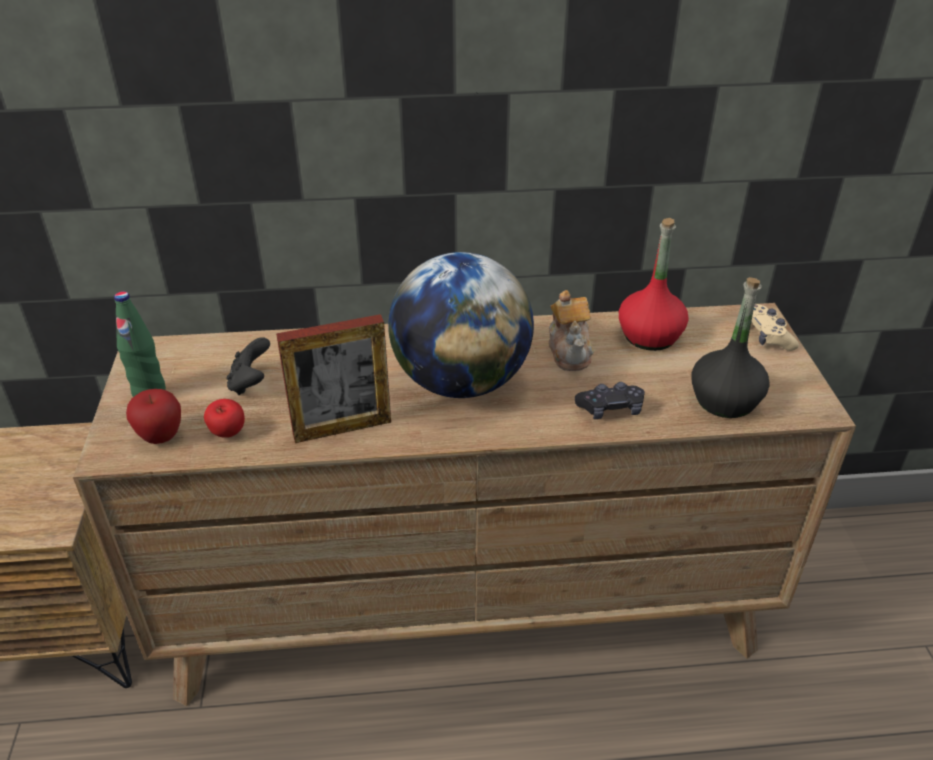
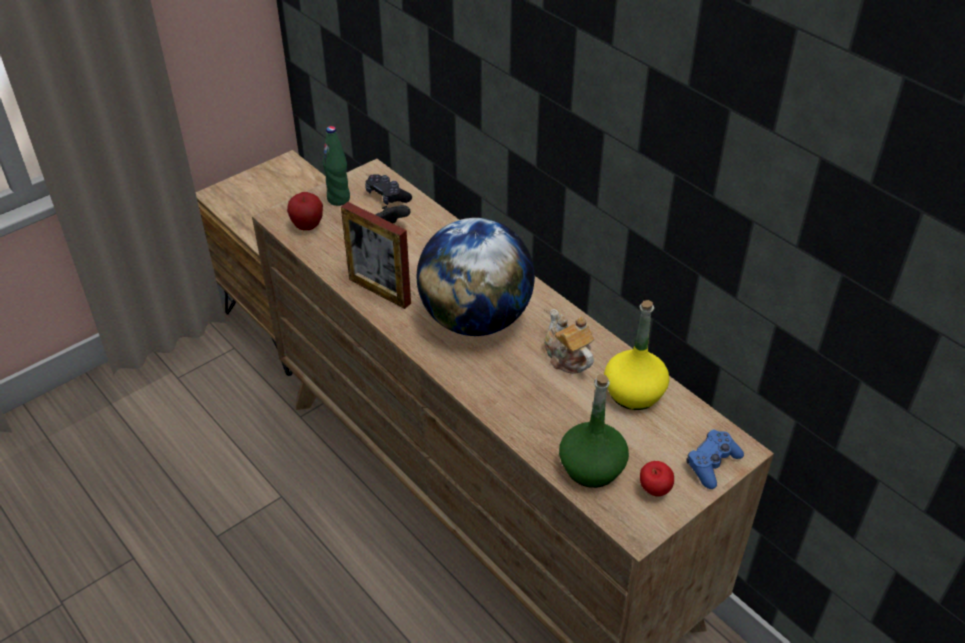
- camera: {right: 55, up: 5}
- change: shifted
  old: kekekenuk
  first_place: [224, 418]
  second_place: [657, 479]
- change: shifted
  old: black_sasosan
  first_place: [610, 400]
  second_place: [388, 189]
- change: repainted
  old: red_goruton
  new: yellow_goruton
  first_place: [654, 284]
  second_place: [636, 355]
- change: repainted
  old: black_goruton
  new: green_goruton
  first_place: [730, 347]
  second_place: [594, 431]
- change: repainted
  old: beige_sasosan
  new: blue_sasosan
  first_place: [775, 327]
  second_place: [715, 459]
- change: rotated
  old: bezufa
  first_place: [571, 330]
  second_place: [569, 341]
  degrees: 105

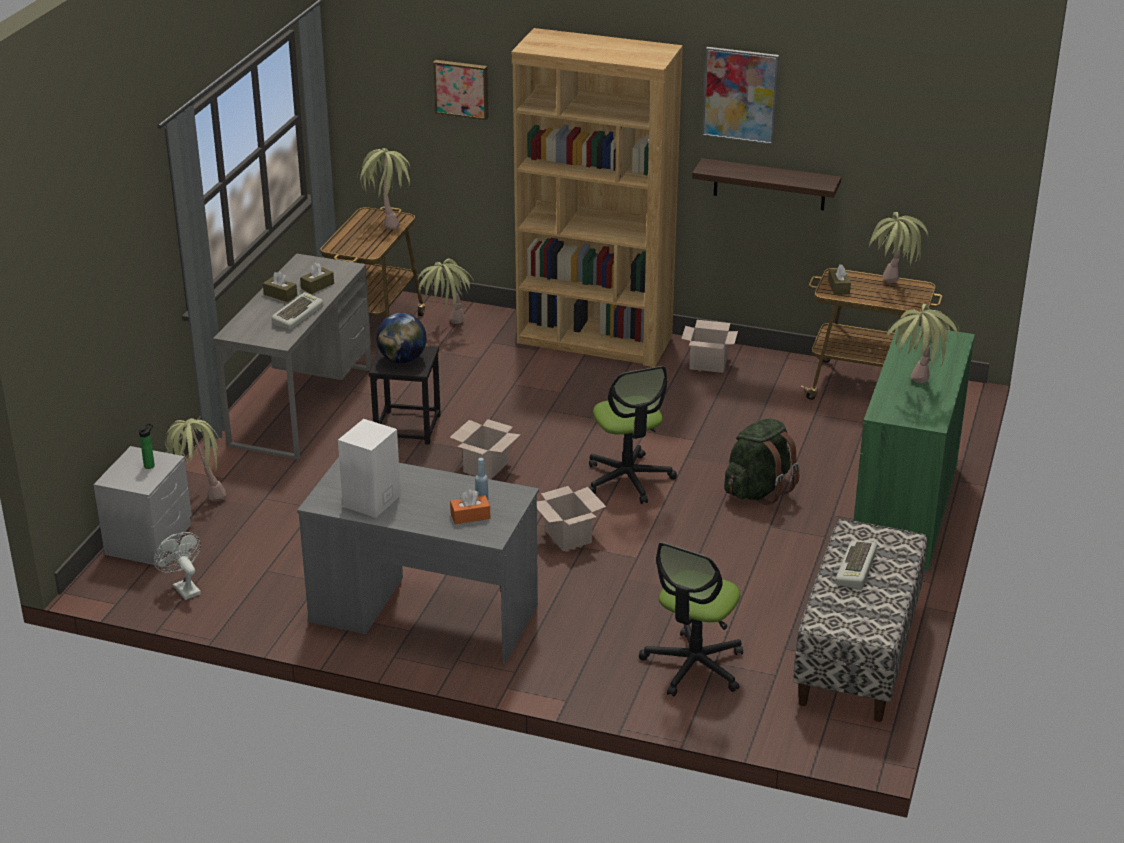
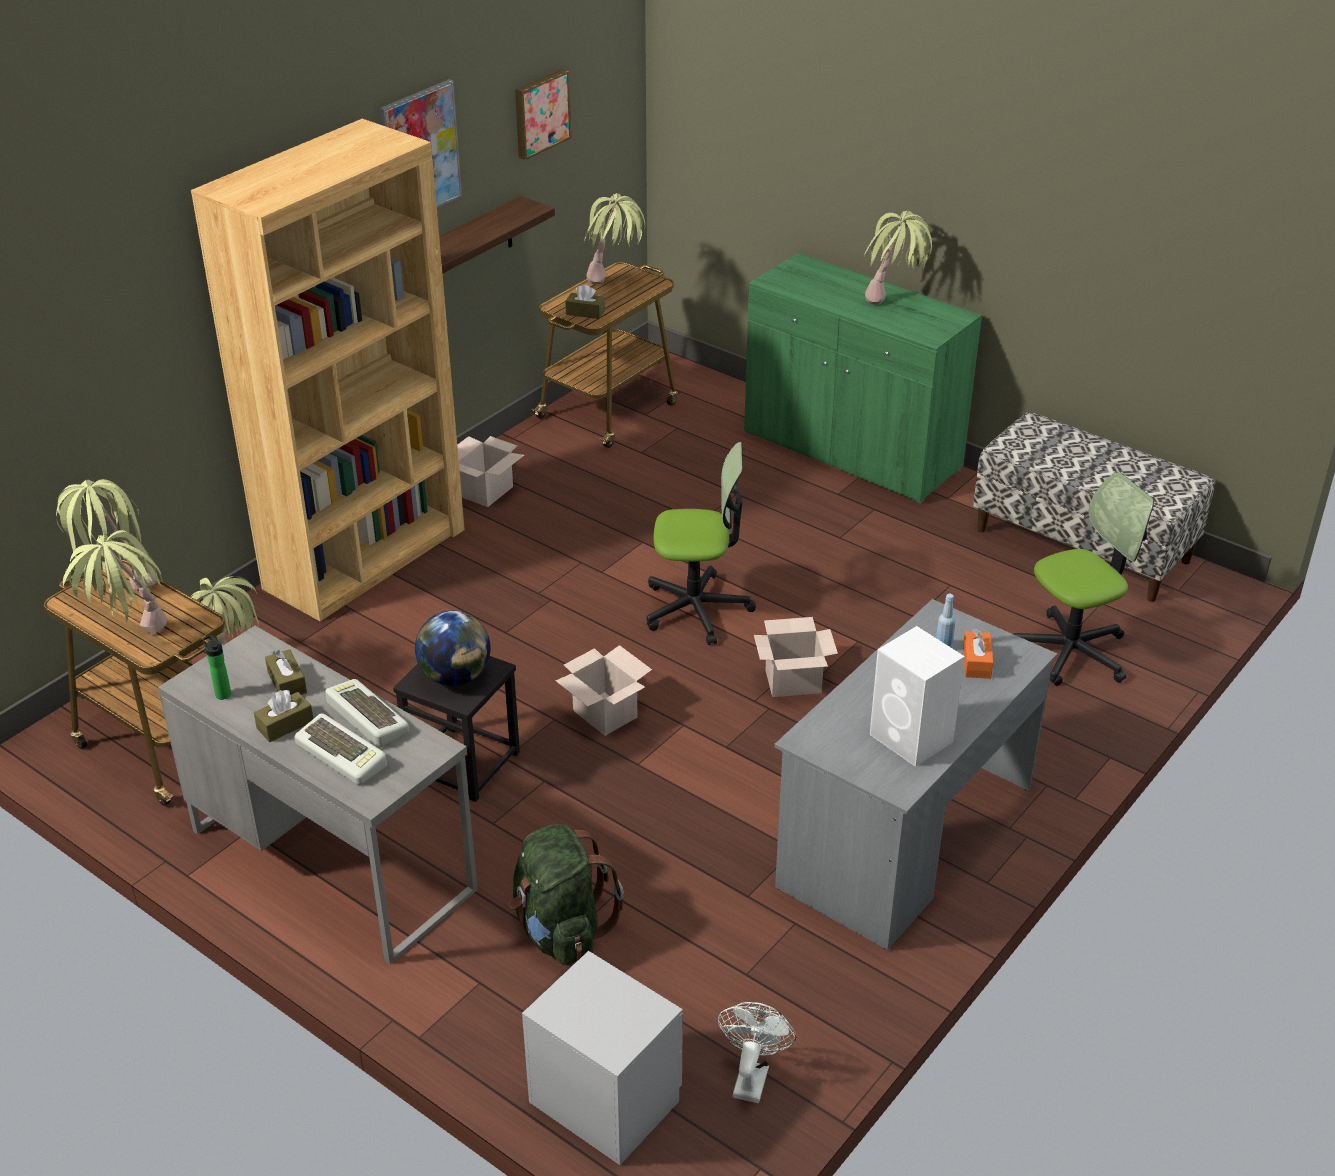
- camera: {right: -70, up: 5}
- change: shifted
  old: goruton
  first_place: [147, 446]
  second_place: [216, 667]
- change: shifted
  old: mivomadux
  first_place: [195, 459]
  second_place: [115, 582]
- change: shifted
  old: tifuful
  first_place: [460, 90]
  second_place: [543, 114]
- change: shifted
  old: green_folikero
  first_place: [762, 462]
  second_place: [566, 894]
- change: shifted
  old: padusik
  first_place: [856, 565]
  second_place: [341, 749]
- change: rotated
  old: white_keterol
  first_place: [177, 566]
  second_place: [757, 1052]
  degrees: 120
- change: rotated
  old: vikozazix
  first_place: [691, 619]
  second_place: [1084, 579]
  degrees: -75

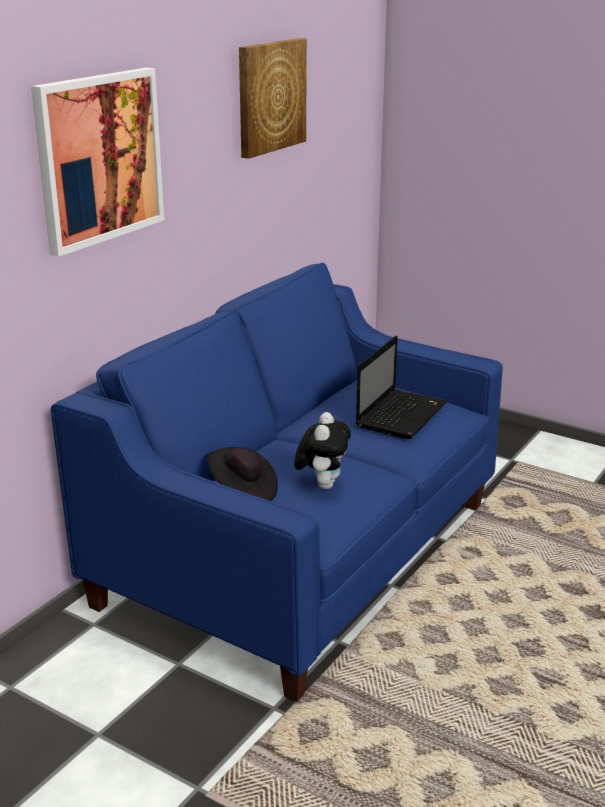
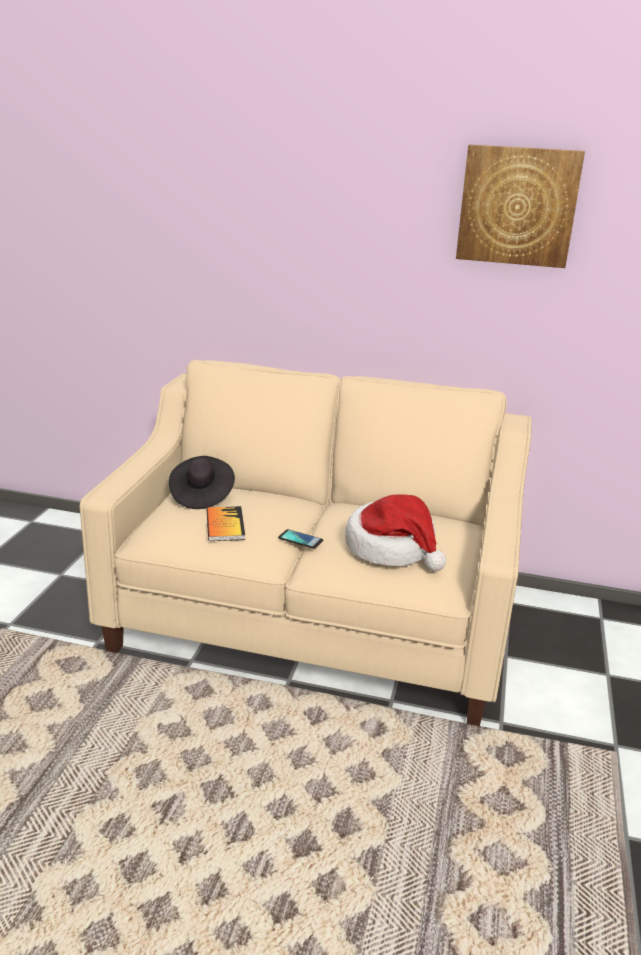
- camera: {right: 70, up: 0}
- change: gone
  old: tifuful
  first_place: [97, 162]
- change: new
  new: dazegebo
  second_place: [300, 539]
- change: swapped
  old: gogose
  new: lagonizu
  first_place: [322, 450]
  second_place: [226, 523]
- change: swapped
  old: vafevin
  new: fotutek
  first_place: [401, 387]
  second_place: [395, 532]
- change: repainted
  old: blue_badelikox
  new: beige_badelikox
  first_place: [277, 482]
  second_place: [306, 543]

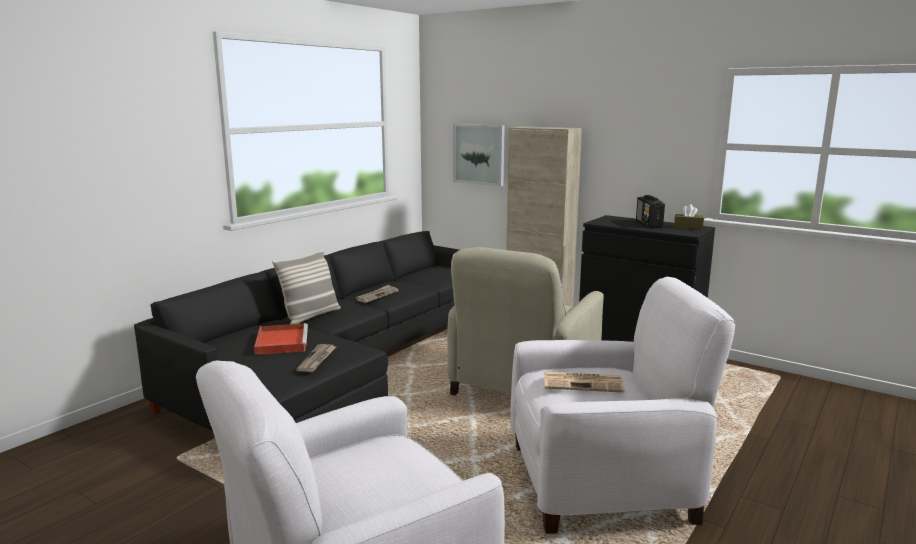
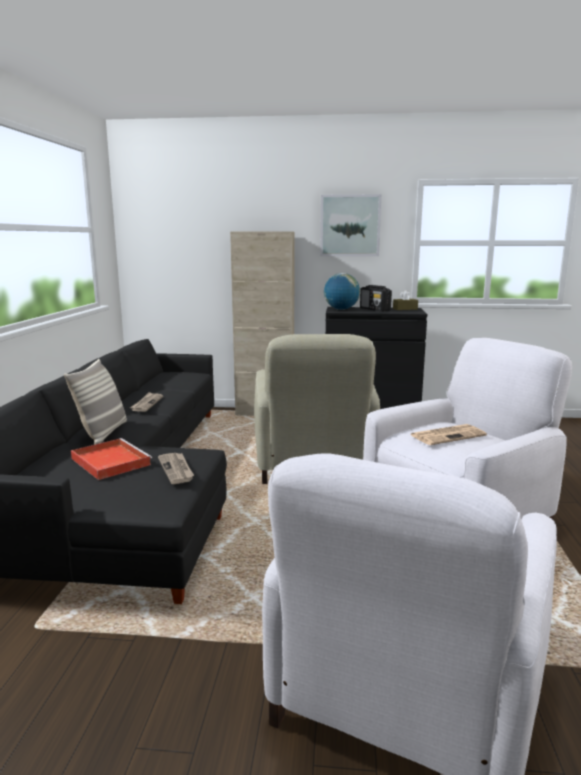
- camera: {right: -30, up: 0}
- change: new
  new: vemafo
  second_place: [342, 291]
- change: shifted
  old: tifuful
  first_place: [479, 155]
  second_place: [350, 225]

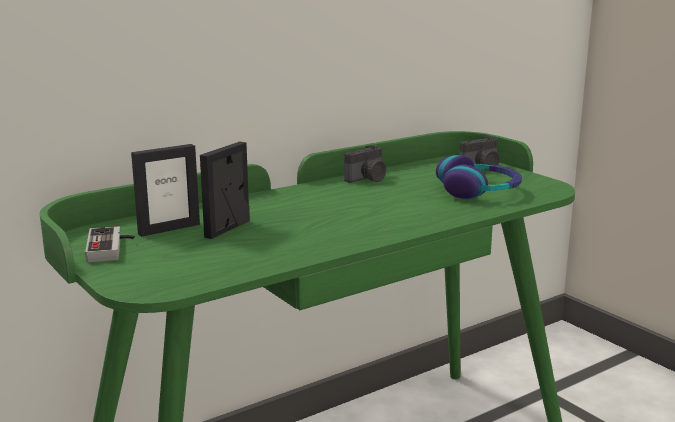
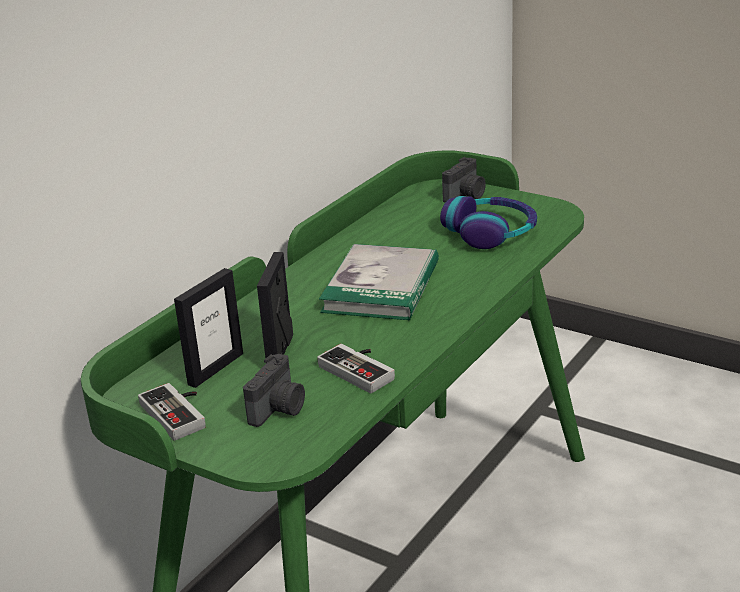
- camera: {right: -20, up: 10}
- change: new
  new: sasosan
  second_place: [356, 368]
- change: new
  new: lagonizu
  second_place: [379, 282]
- change: shifted
  old: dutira
  first_place: [365, 164]
  second_place: [274, 390]

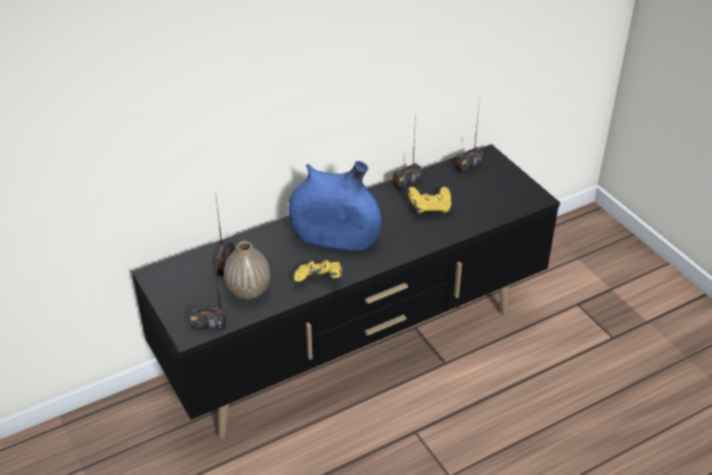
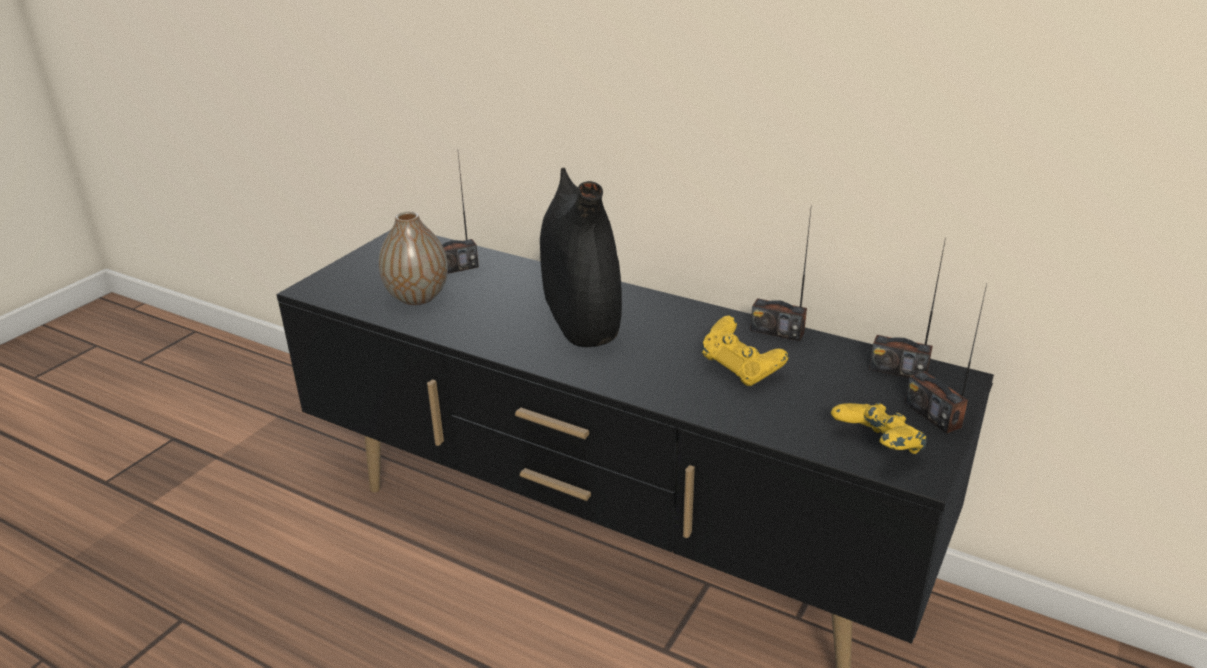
- camera: {right: 60, up: -10}
- change: shifted
  old: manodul
  first_place: [207, 292]
  second_place: [946, 358]
- change: shifted
  old: yellow_sasosan
  first_place: [317, 271]
  second_place: [879, 428]
- change: repainted
  old: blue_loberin
  new: black_loberin
  first_place: [335, 206]
  second_place: [581, 257]

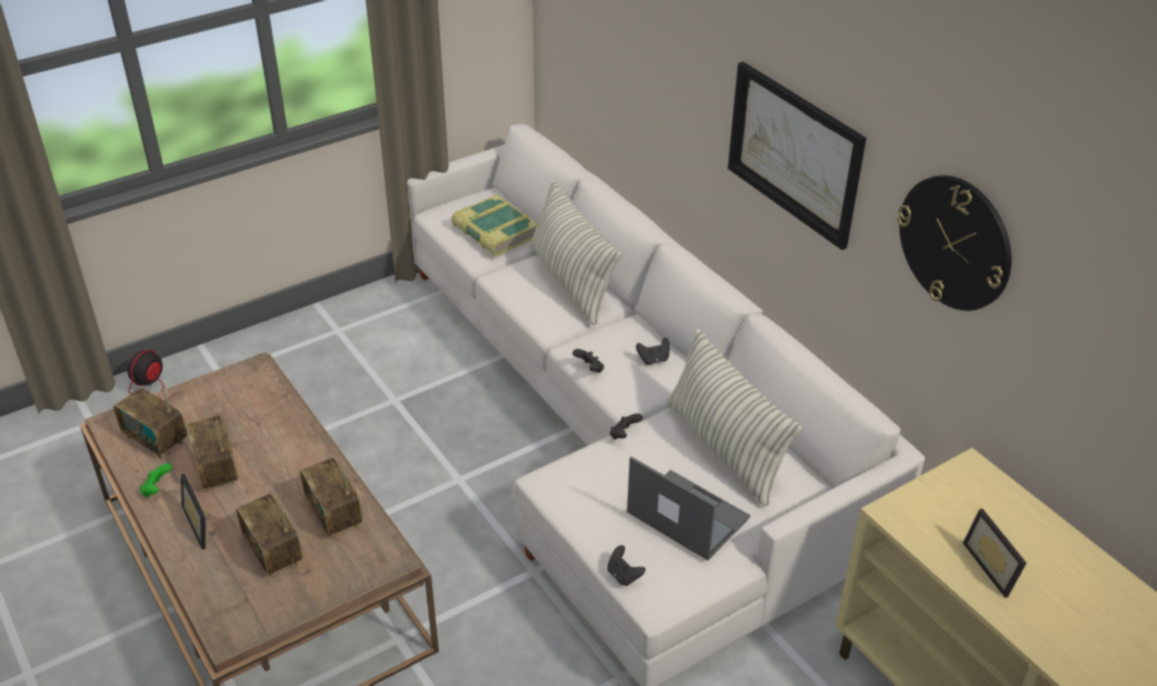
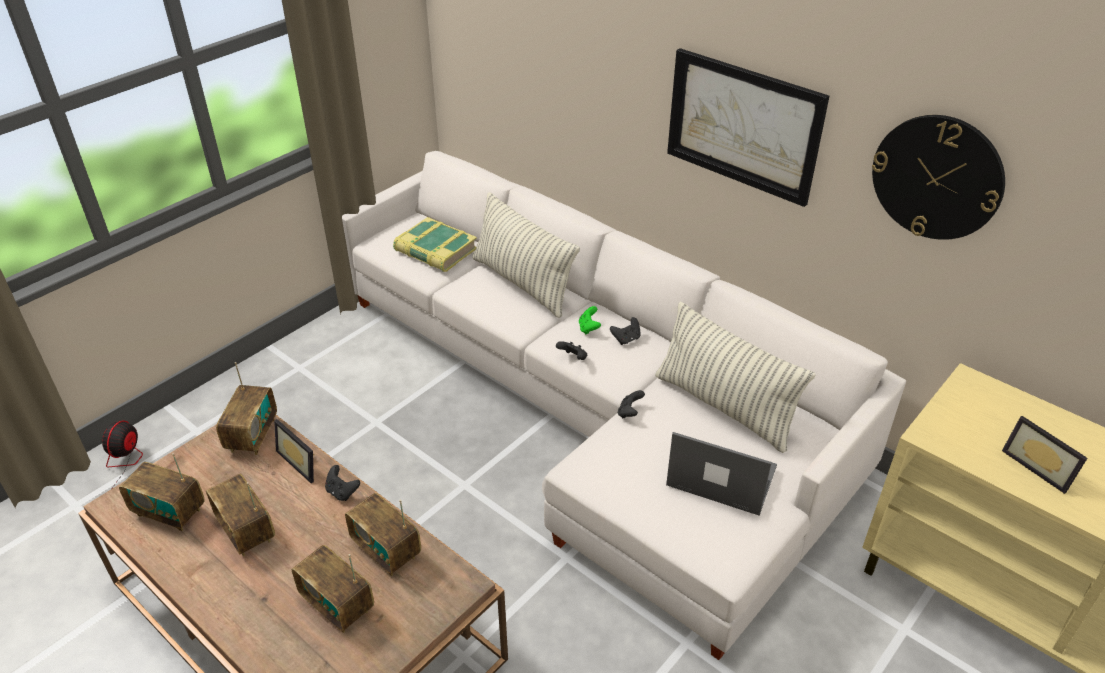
- camera: {right: -15, up: 0}
- change: new
  new: manodul
  second_place: [246, 408]
- change: shifted
  old: green_sasosan
  first_place: [156, 480]
  second_place: [590, 320]
- change: shifted
  old: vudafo
  first_place: [199, 512]
  second_place: [294, 451]
- change: shifted
  old: black_sasosan
  first_place: [626, 565]
  second_place: [342, 483]

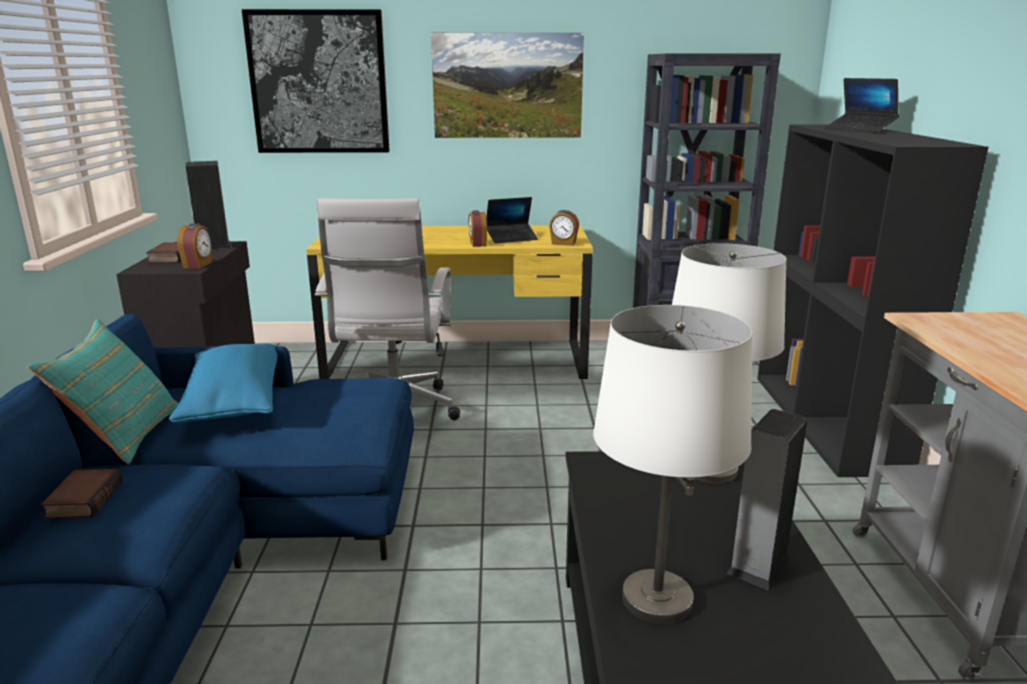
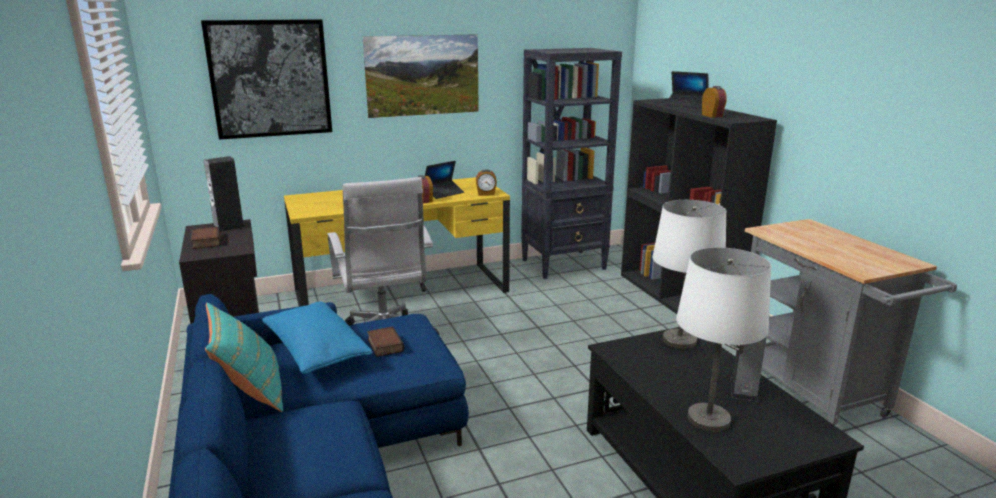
- camera: {right: -20, up: 0}
- change: shifted
  old: lagonizu
  first_place: [82, 494]
  second_place: [385, 341]
- change: shifted
  old: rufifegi
  first_place: [194, 246]
  second_place: [714, 102]

